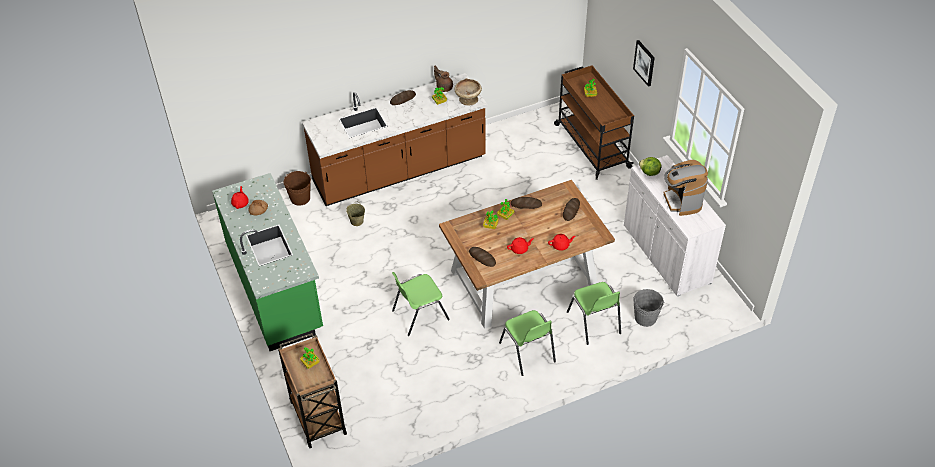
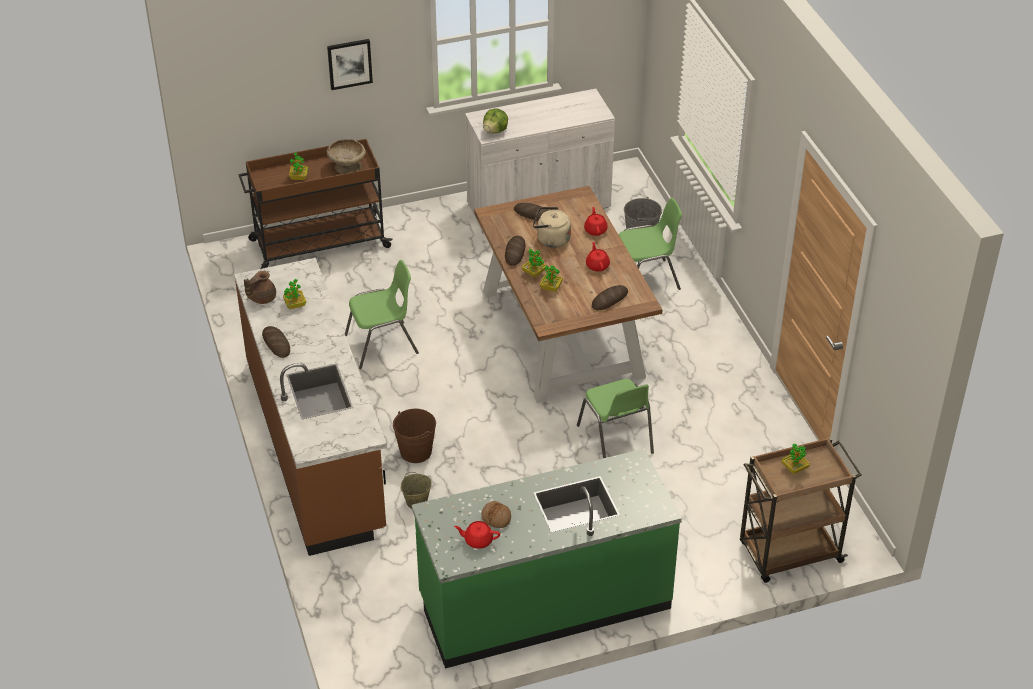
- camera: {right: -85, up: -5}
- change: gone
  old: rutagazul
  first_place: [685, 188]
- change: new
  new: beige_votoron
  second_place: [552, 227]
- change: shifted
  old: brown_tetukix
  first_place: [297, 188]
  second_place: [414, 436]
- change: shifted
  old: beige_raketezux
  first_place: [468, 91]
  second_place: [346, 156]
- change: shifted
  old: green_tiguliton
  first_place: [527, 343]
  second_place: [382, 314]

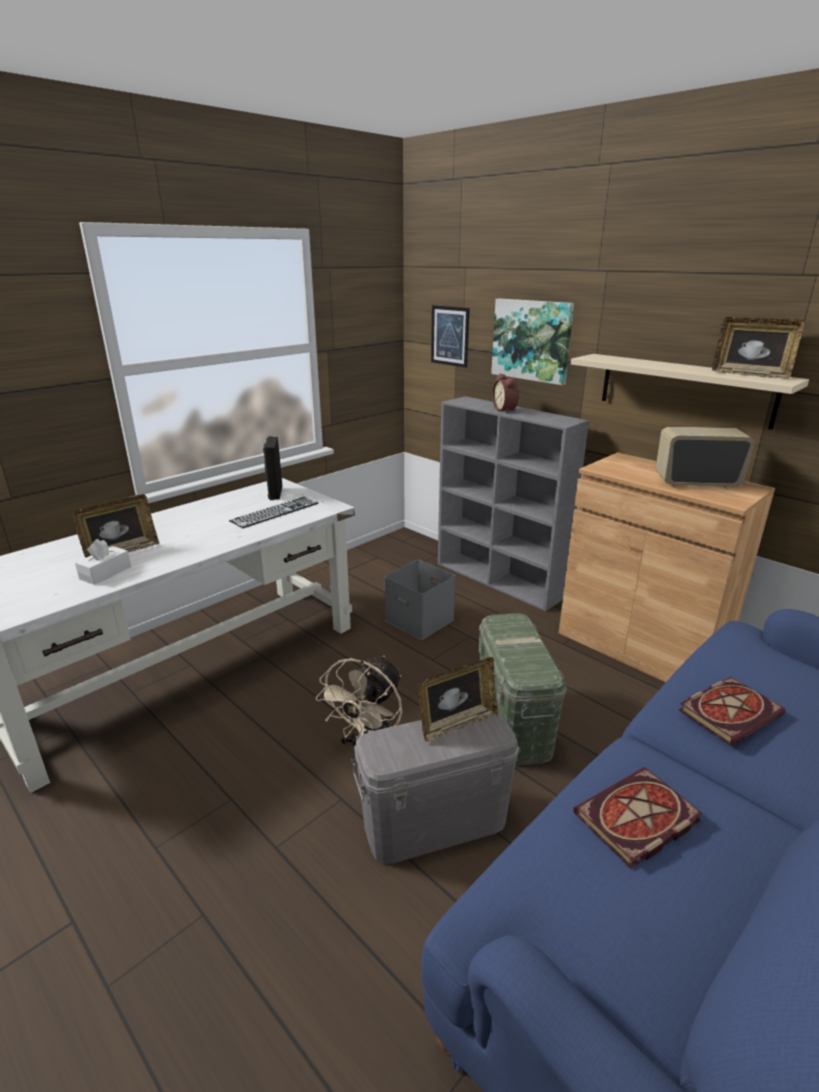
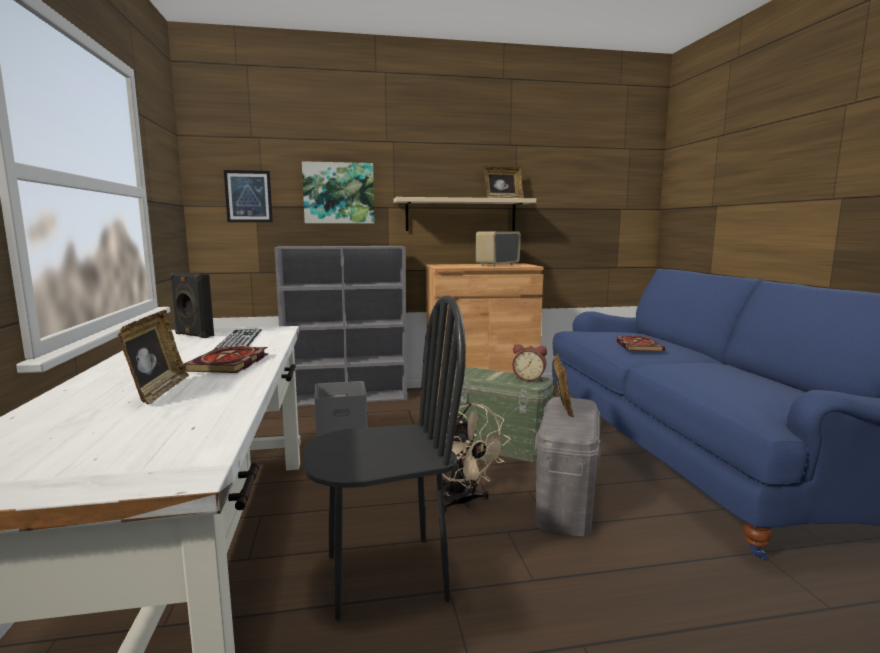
- camera: {right: -55, up: -15}
- change: gone
  old: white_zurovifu
  first_place: [103, 562]
- change: new
  new: black_tiguliton
  second_place: [384, 458]
- change: shifted
  old: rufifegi
  first_place: [505, 393]
  second_place: [529, 363]
- change: shifted
  old: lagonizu
  first_place: [638, 818]
  second_place: [226, 359]

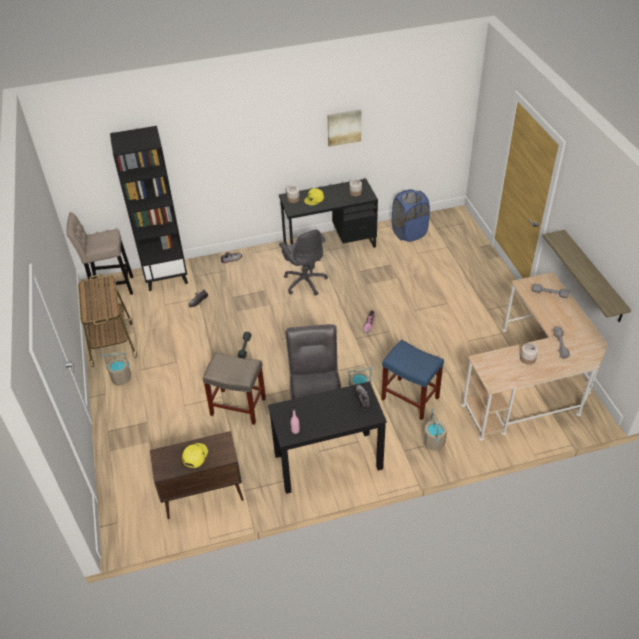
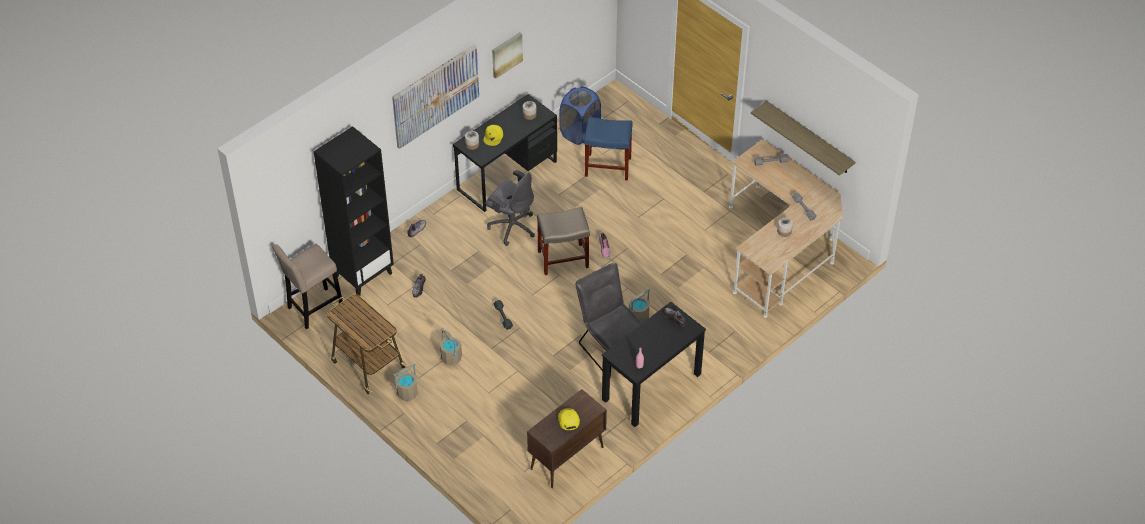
- camera: {right: -30, up: 5}
- change: new
  new: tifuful
  second_place: [435, 96]
- change: shifted
  old: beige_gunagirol
  first_place: [234, 388]
  second_place: [563, 241]
- change: shifted
  old: blue_gunagirol
  first_place: [412, 380]
  second_place: [608, 149]
- change: shifted
  old: beige_tetukix
  first_place: [435, 430]
  second_place: [451, 346]

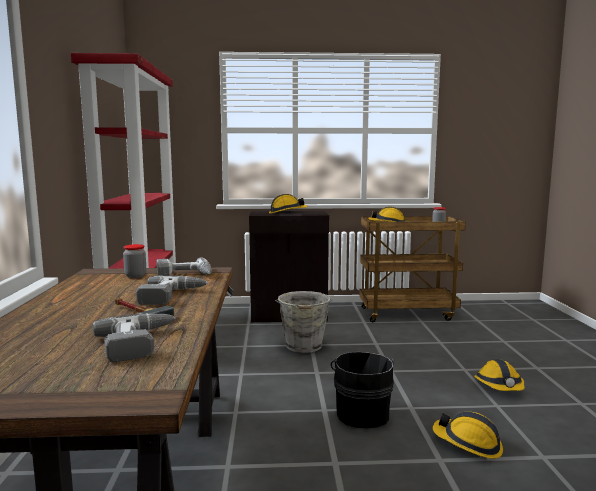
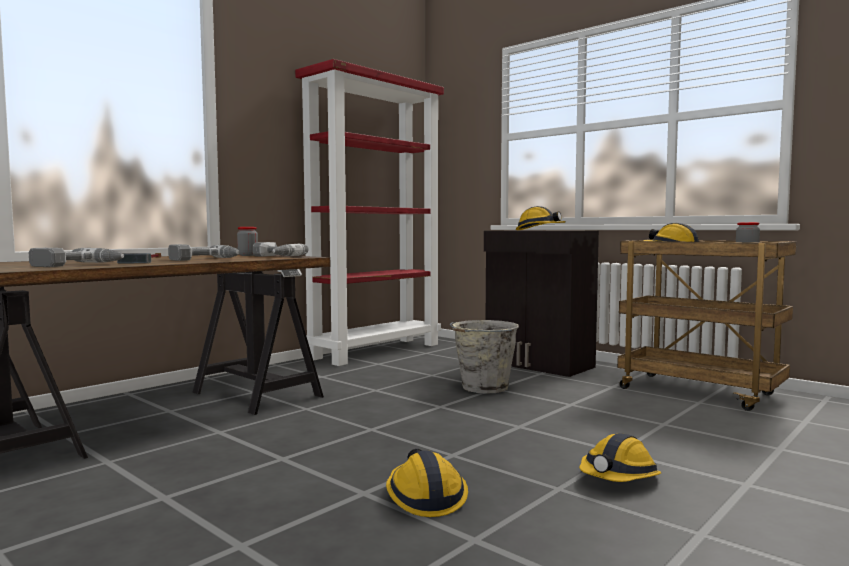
- camera: {right: 45, up: -5}
- change: gone
  old: black_tetukix
  first_place: [363, 390]

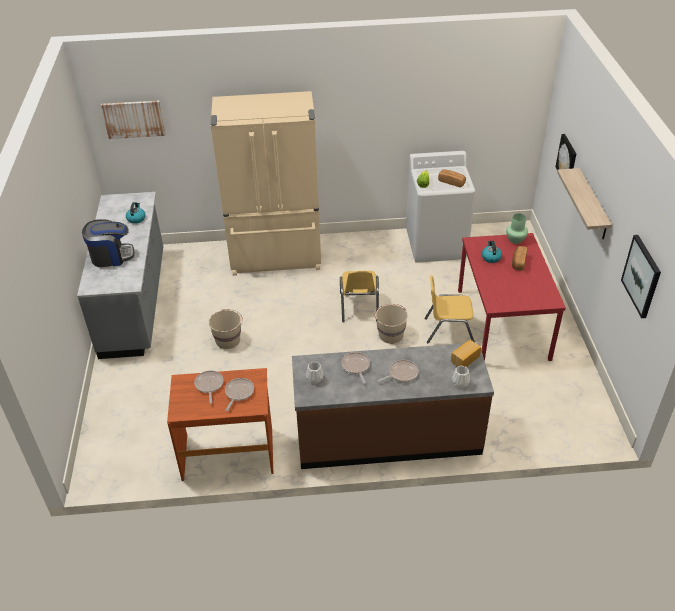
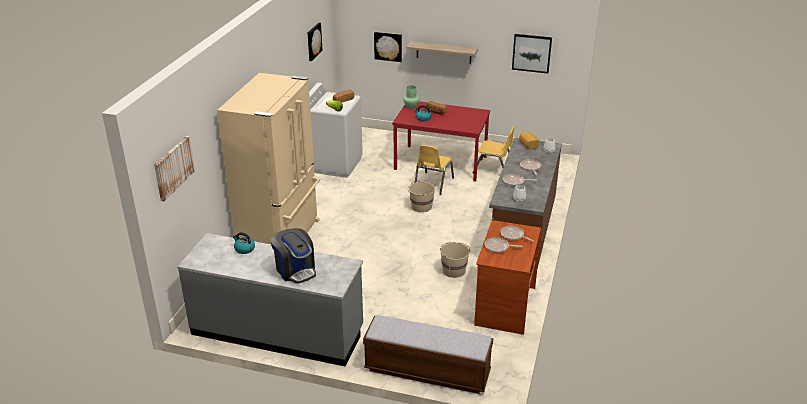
- camera: {right: -70, up: -10}
- change: new
  new: tifuful
  second_place: [315, 42]
- change: new
  new: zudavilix
  second_place: [428, 354]
- change: shifted
  old: beige_tetukix
  first_place: [226, 329]
  second_place: [455, 260]
- change: shifted
  old: yellow_tiguliton
  first_place: [359, 296]
  second_place: [493, 149]
- change: rotated
  old: rutagazul
  first_place: [108, 243]
  second_place: [293, 256]
  degrees: 135

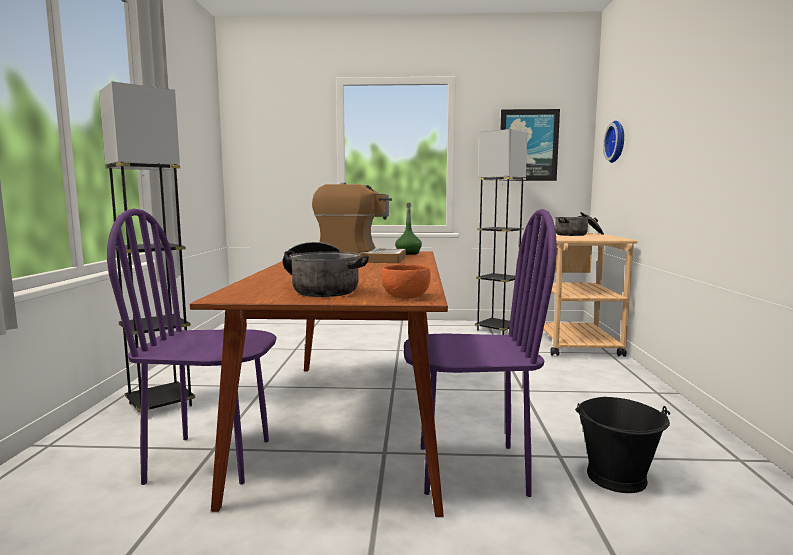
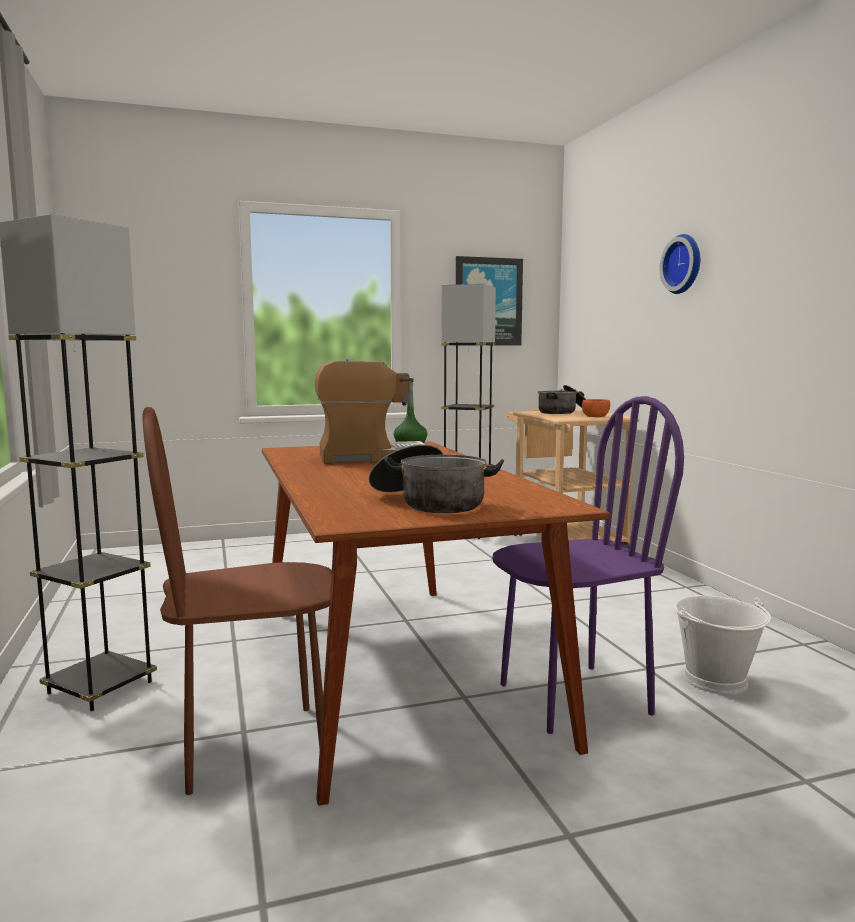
- camera: {right: -20, up: 0}
- change: shifted
  old: orange_raketezux
  first_place: [406, 282]
  second_place: [596, 408]
- change: shifted
  old: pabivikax
  first_place: [613, 142]
  second_place: [679, 264]
- change: repainted
  old: purple_tiguliton
  new: brown_tiguliton
  first_place: [192, 346]
  second_place: [237, 601]
- change: repainted
  old: black_tetukix
  new: white_tetukix
  first_place: [622, 445]
  second_place: [723, 645]

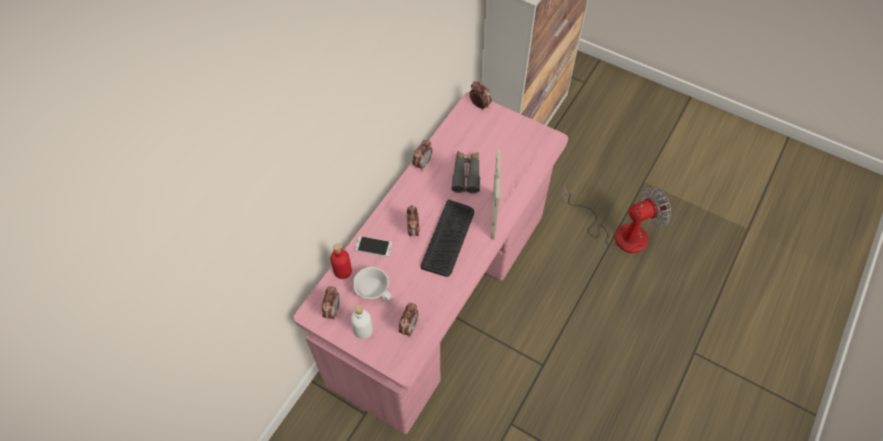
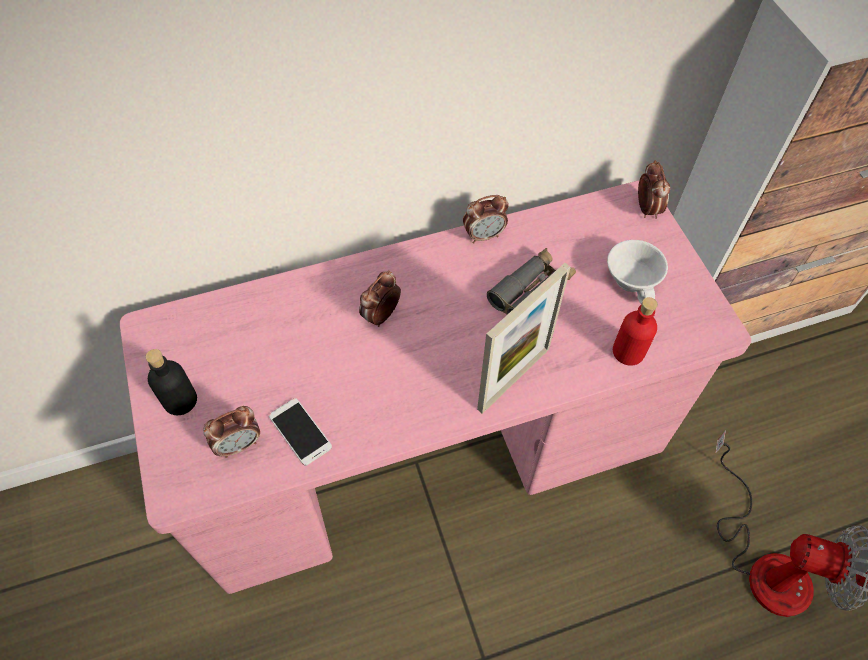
- camera: {right: 40, up: 0}
- change: gone
  old: rufifegi
  first_place: [331, 303]
- change: gone
  old: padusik
  first_place: [447, 238]
- change: shifted
  old: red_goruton
  first_place: [341, 261]
  second_place: [635, 331]
- change: shifted
  old: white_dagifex
  first_place: [372, 284]
  second_place: [637, 272]
- change: shifted
  old: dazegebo
  first_place: [373, 246]
  second_place: [300, 432]
- change: repainted
  old: white_goruton
  new: black_goruton
  first_place: [362, 322]
  second_place: [171, 382]

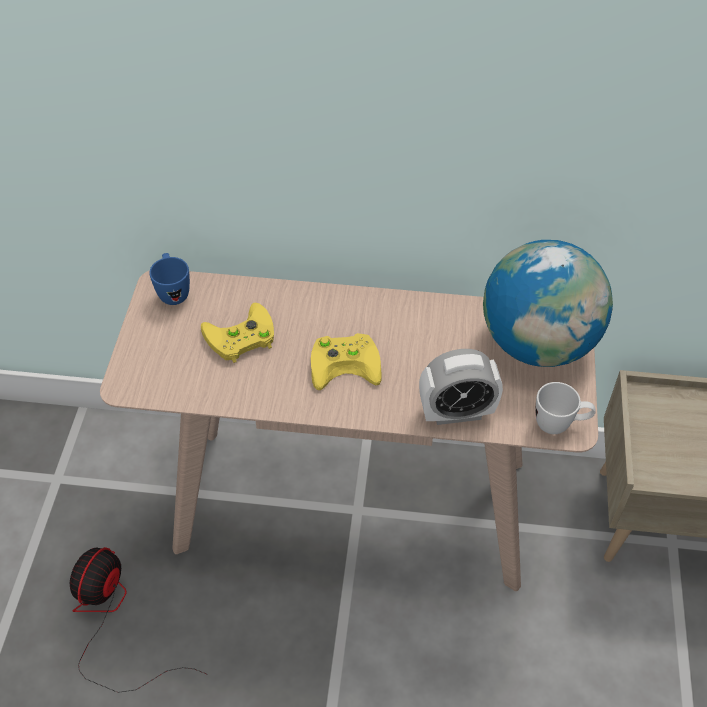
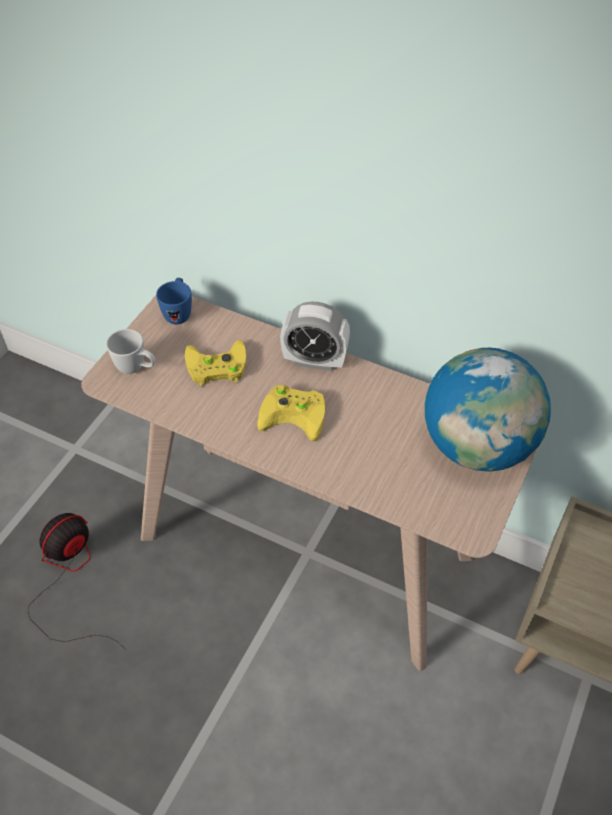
- camera: {right: 20, up: 0}
- change: shifted
  old: rufifegi
  first_place: [461, 387]
  second_place: [315, 336]
- change: shifted
  old: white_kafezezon
  first_place: [565, 408]
  second_place: [131, 351]

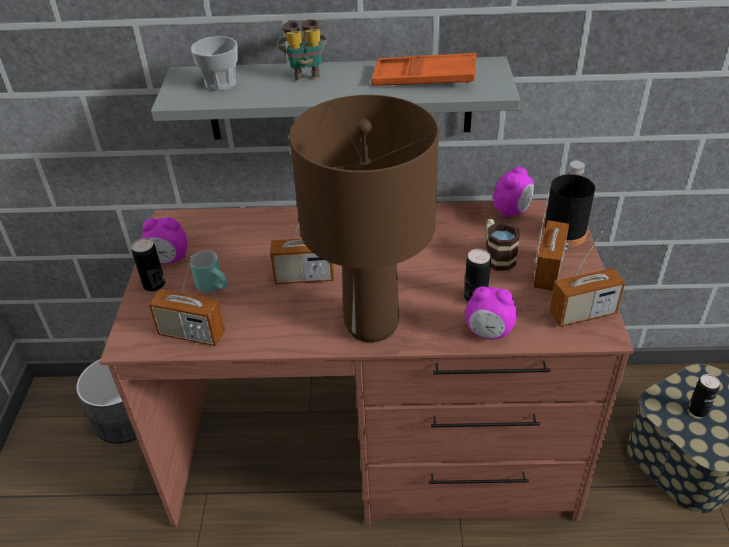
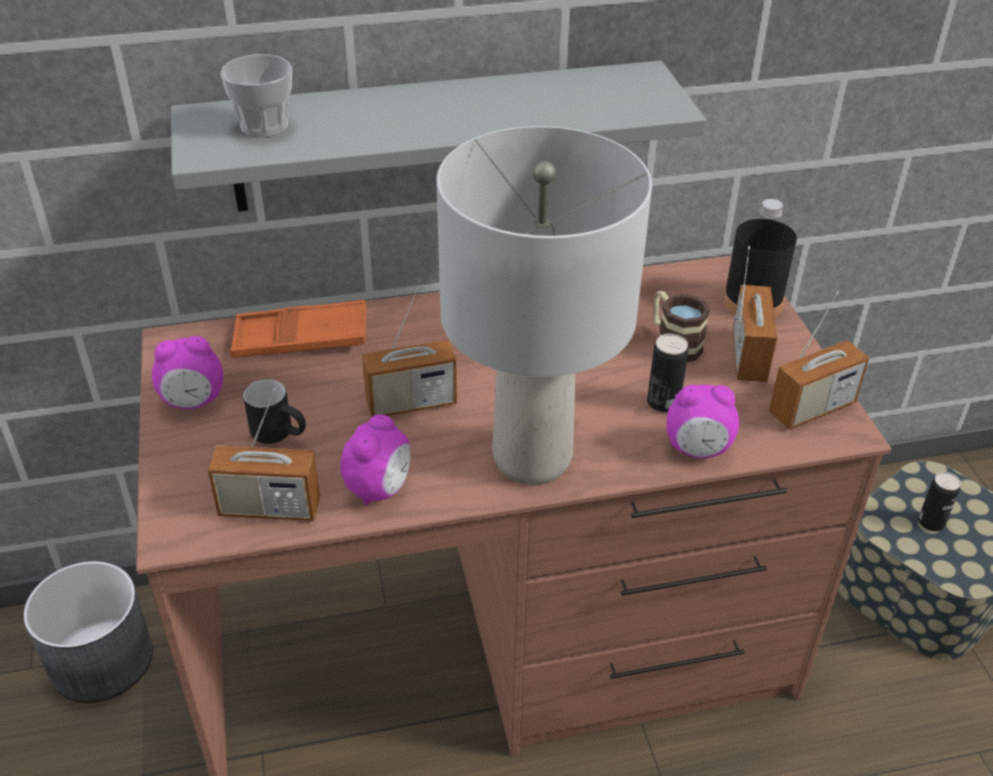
- camera: {right: -15, up: 0}
- change: gone
  old: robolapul
  first_place: [148, 264]
- change: gone
  old: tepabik
  first_place: [302, 49]
- change: shifted
  old: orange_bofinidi
  first_place: [423, 69]
  second_place: [298, 329]
- change: shifted
  old: rufifegi
  first_place: [513, 192]
  second_place: [375, 460]
- change: repainted
  old: turquoise_kafezezon
  new: black_kafezezon
  first_place: [209, 271]
  second_place: [274, 412]
- change: repainted
  old: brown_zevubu
  new: grey_zevubu
  first_place: [364, 218]
  second_place: [544, 305]

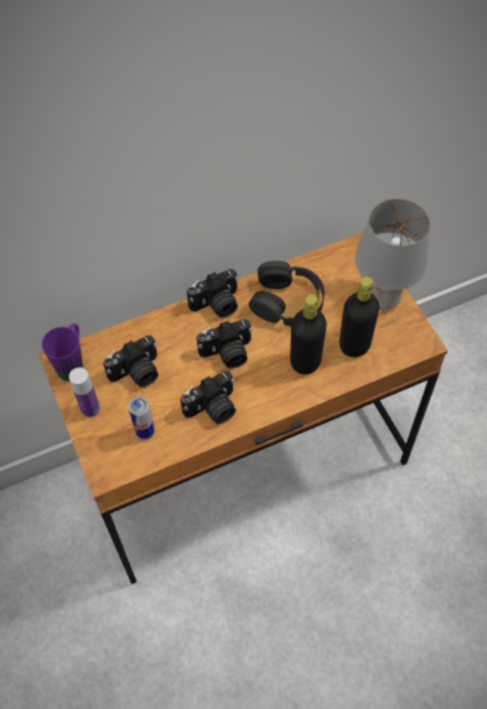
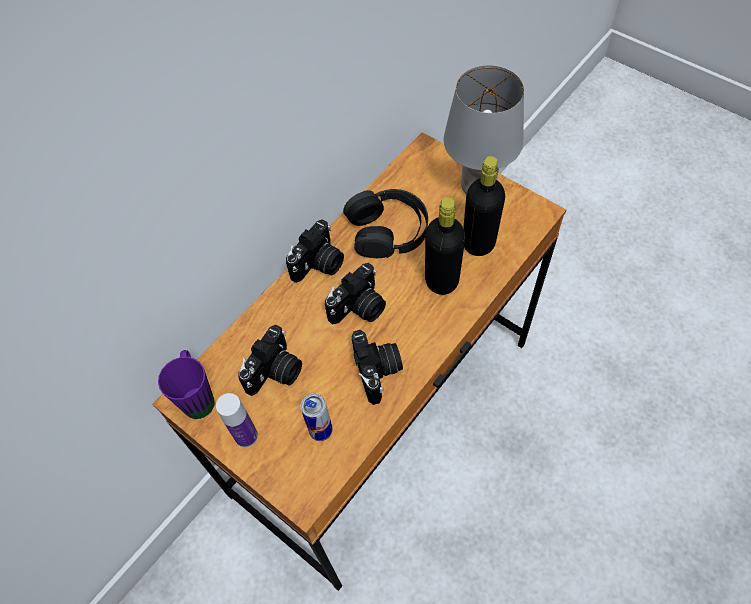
- camera: {right: -25, up: 0}
- change: rotated
  old: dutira
  first_place: [208, 397]
  second_place: [377, 367]
  degrees: -45

